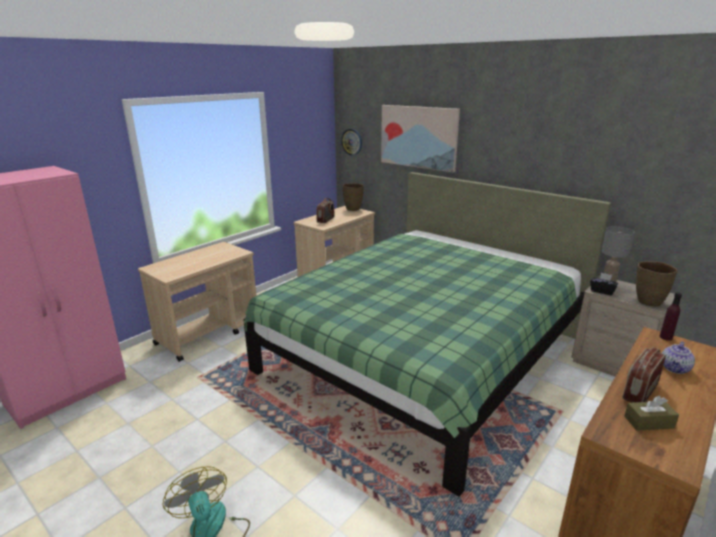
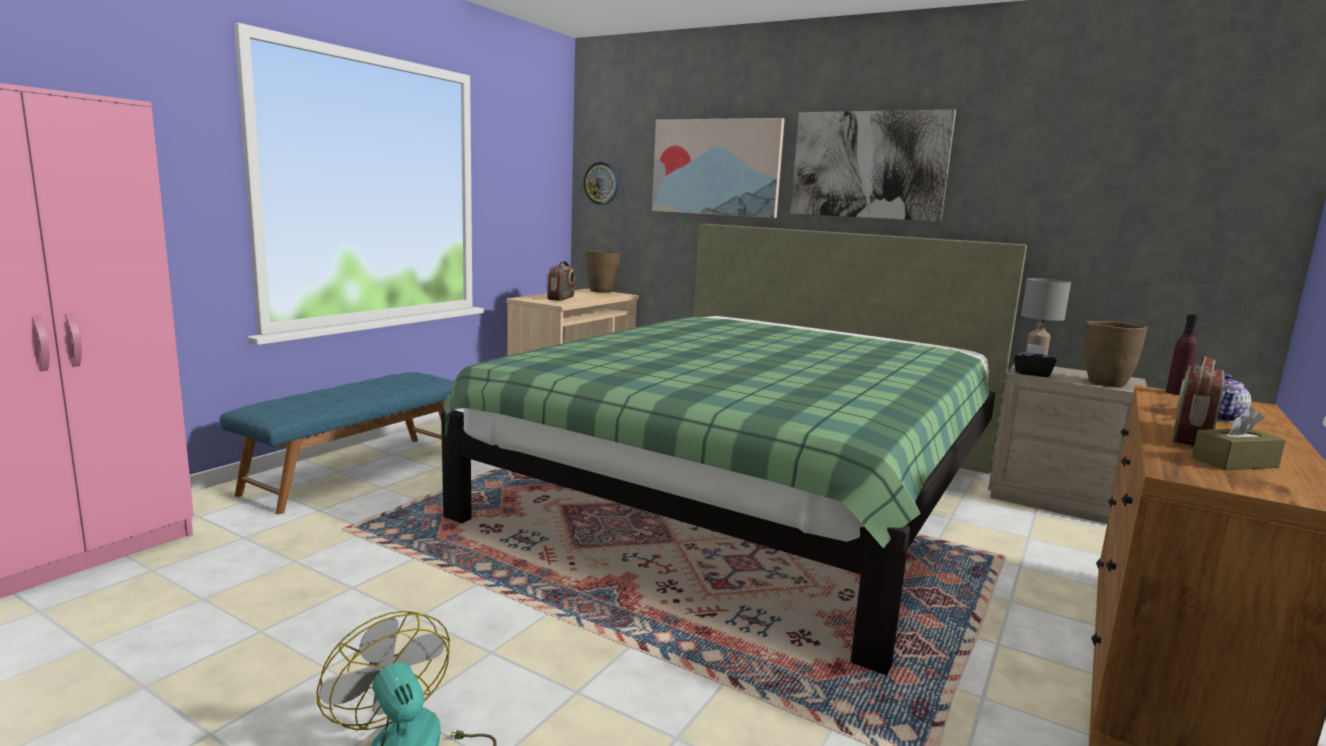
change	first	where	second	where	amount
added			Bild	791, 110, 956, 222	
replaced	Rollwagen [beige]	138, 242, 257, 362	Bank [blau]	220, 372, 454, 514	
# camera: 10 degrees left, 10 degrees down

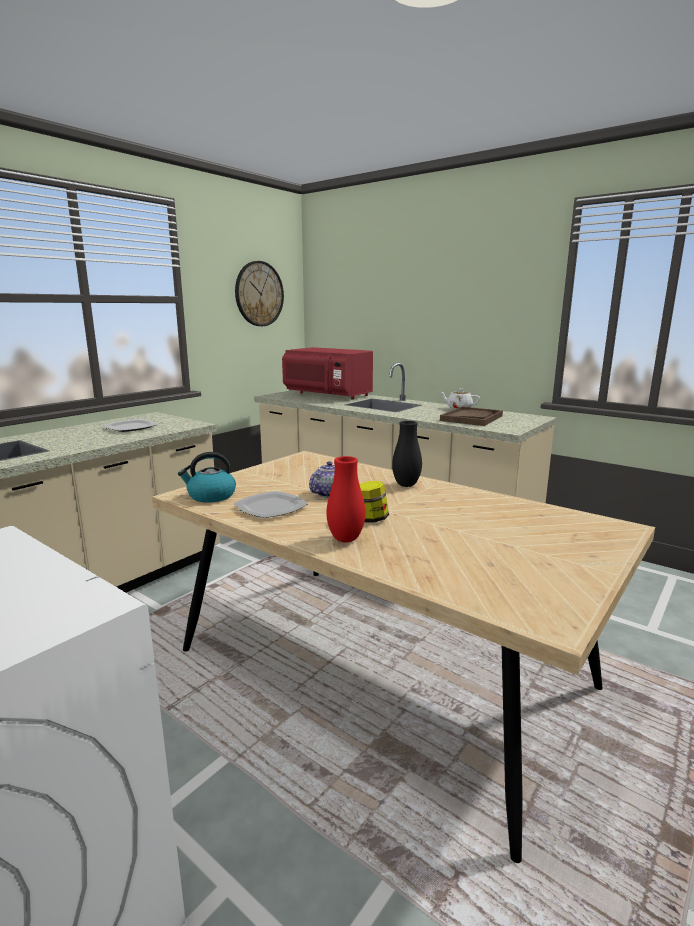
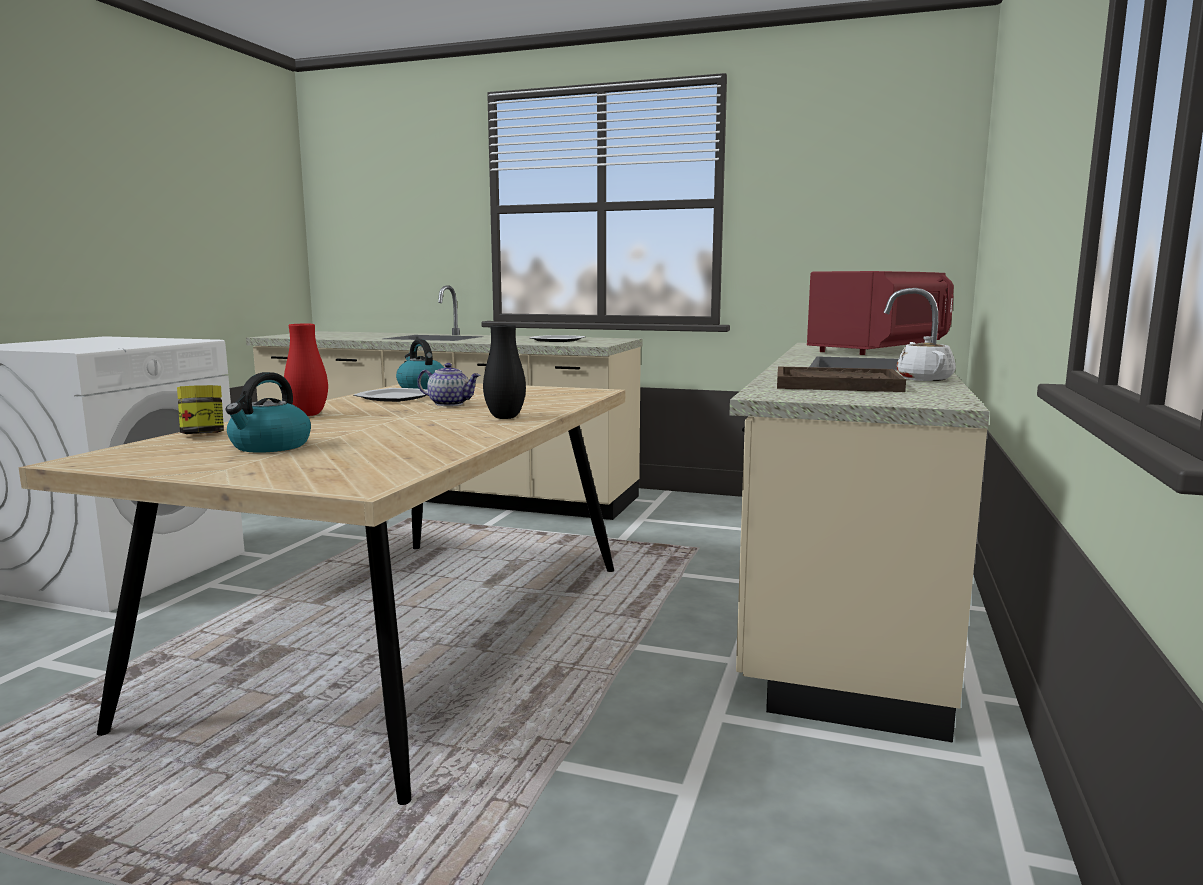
change	first	where	second	where	amount
removed	Wanduhr	235, 261, 284, 326			
added			Wasserkessel	226, 372, 311, 453	
moved	Vorratsglas	359, 481, 389, 523		177, 385, 224, 434	
turned	Mikrowelle [rot]	282, 347, 373, 399		807, 271, 954, 355	150 degrees counterclockwise
# camera: 70 degrees right, 5 degrees down

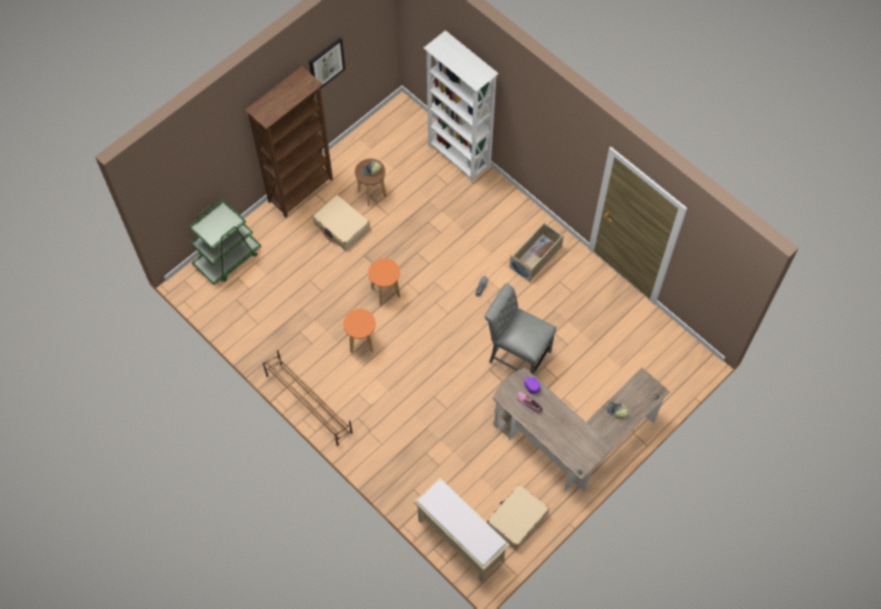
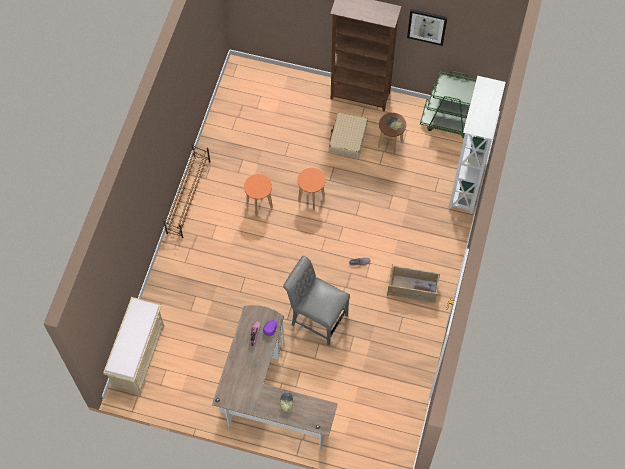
change	first	where	second	where	amount
removed	Koffer [beige]	487, 485, 549, 550			
moved	Rollwagen [grün]	189, 199, 261, 285		420, 71, 476, 139	
turned	Stuhl [grau]	485, 283, 556, 375		283, 256, 350, 346	60 degrees counterclockwise
# camera: 60 degrees right, 0 degrees up

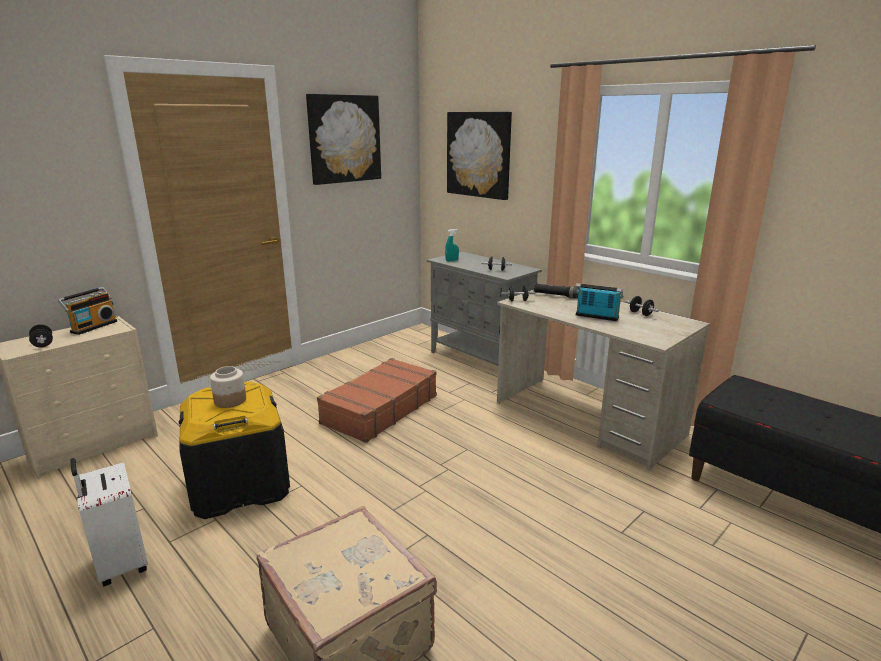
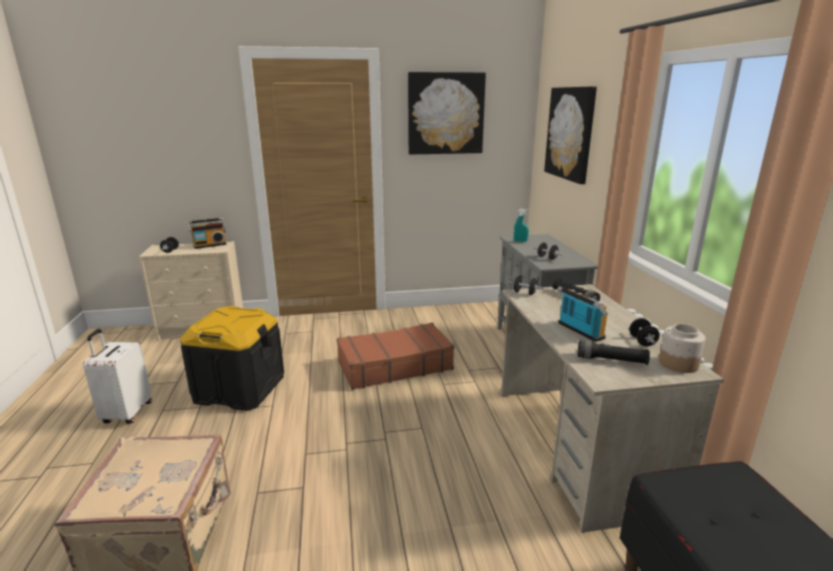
change	first	where	second	where	amount
added			Taschenlampe [schwarz]	577, 340, 650, 365	
moved	Vorratsglas	210, 366, 246, 408		659, 324, 706, 373	
# camera: 35 degrees right, 0 degrees up

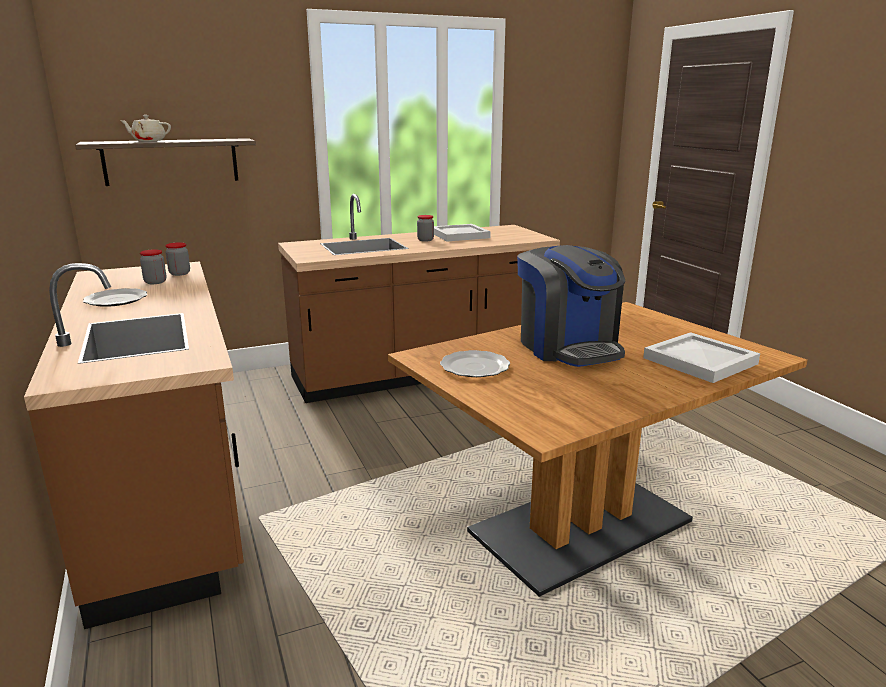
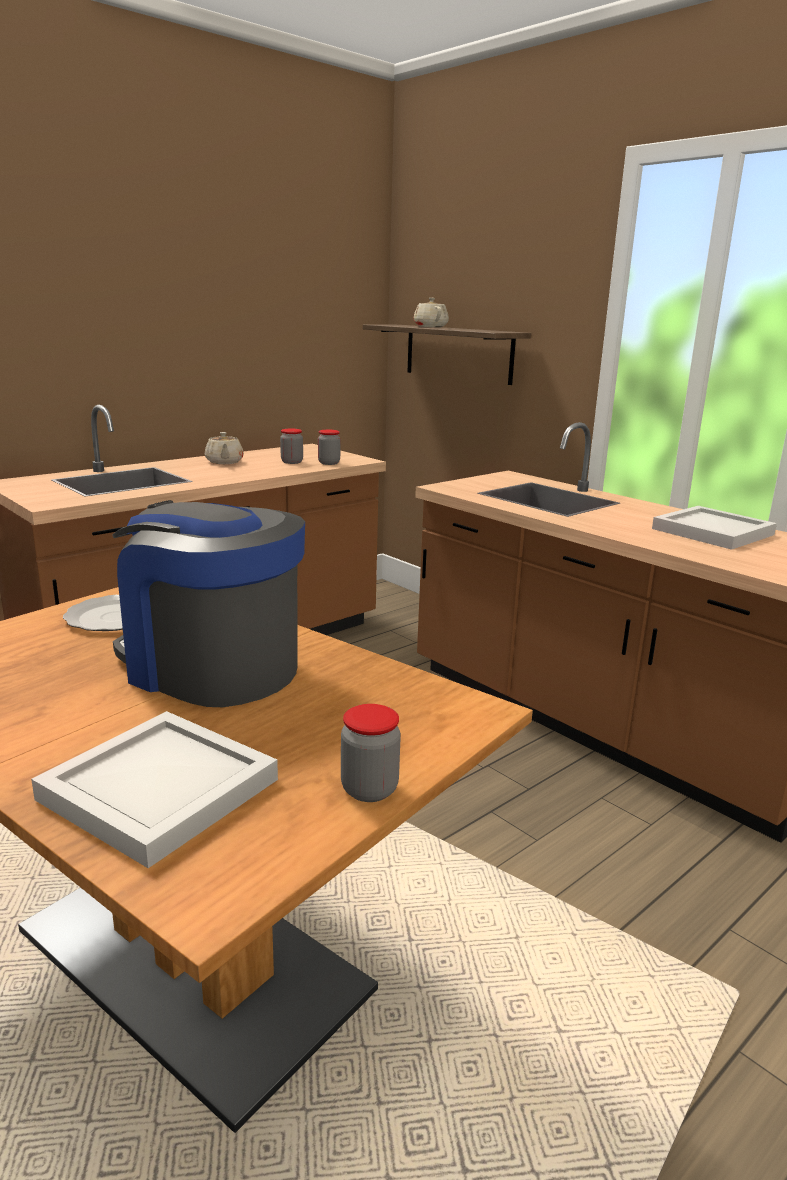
change	first	where	second	where	amount
moved	Vorratsglas	417, 215, 434, 242		341, 704, 401, 802	
replaced	Teller	83, 288, 147, 307	Teekanne [beige]	205, 432, 244, 464	
turned	Kaffeemaschine	517, 245, 626, 367		112, 500, 305, 707	75 degrees clockwise
# camera: 70 degrees right, 0 degrees up

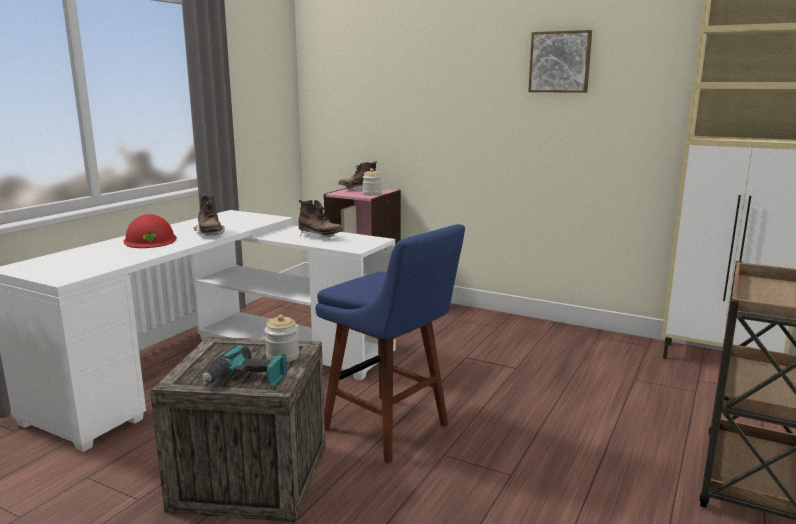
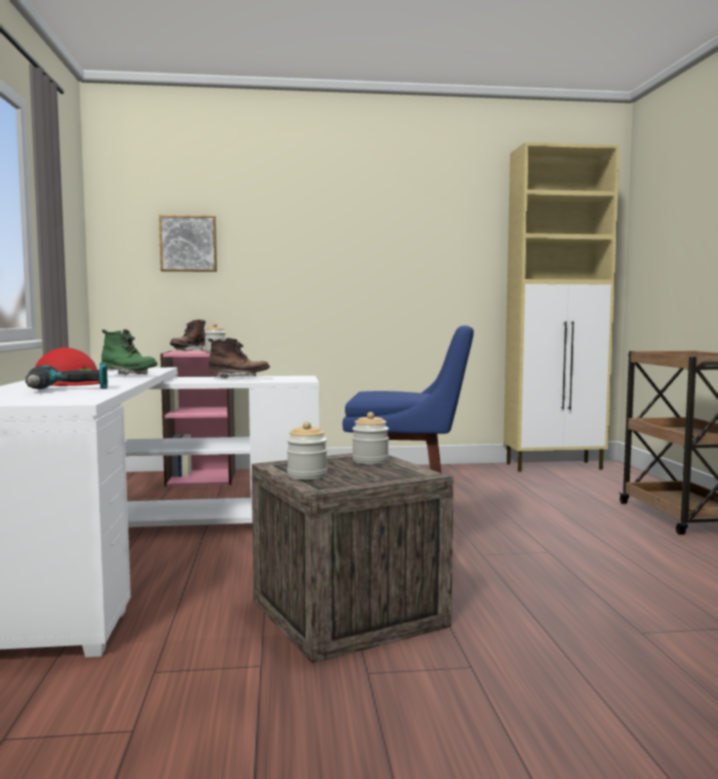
change	first	where	second	where	amount
added			Vorratsglas	287, 421, 327, 480	
moved	Bohrmaschine	201, 345, 287, 386		25, 362, 108, 389	
moved	Bild	528, 30, 592, 93		159, 215, 217, 272	
recoloured	Stiefel [braun]	194, 194, 225, 235	Stiefel [grün]	101, 329, 158, 375	
# camera: 35 degrees left, 10 degrees down

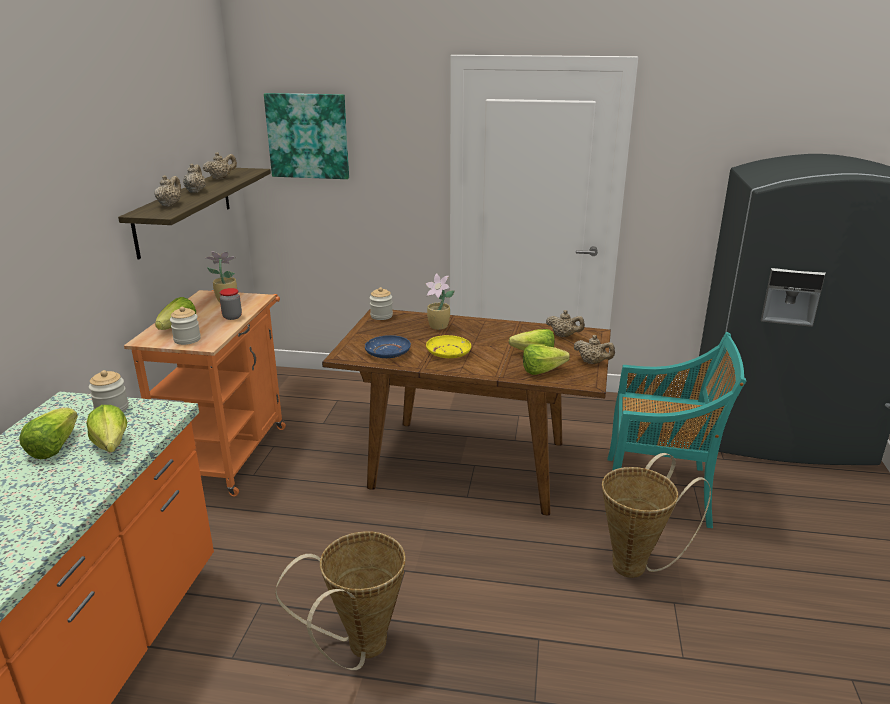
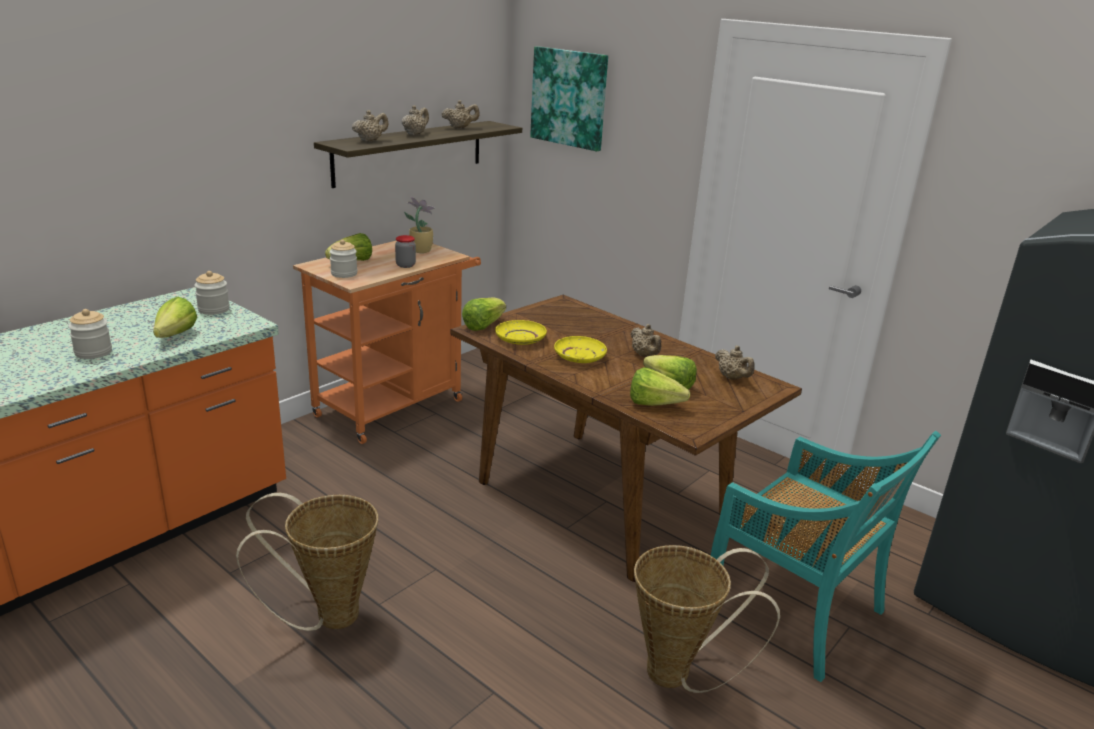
change	first	where	second	where	amount
removed	Topfpflanze	426, 274, 455, 330			
moved	Salatkopf	19, 408, 78, 459		462, 298, 506, 331	
moved	Vorratsglas	370, 287, 393, 320		68, 309, 112, 359	
moved	Teekanne [beige]	574, 335, 615, 364		631, 324, 661, 357	
recoloured	Teller [blau]	365, 335, 411, 358	Teller [gelb]	495, 320, 547, 345	
# camera: 30 degrees right, 0 degrees up

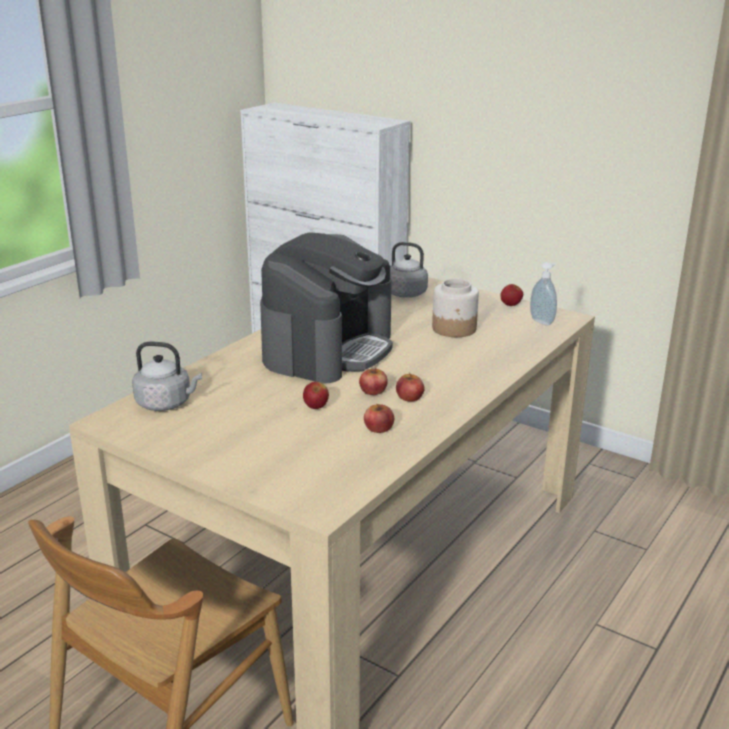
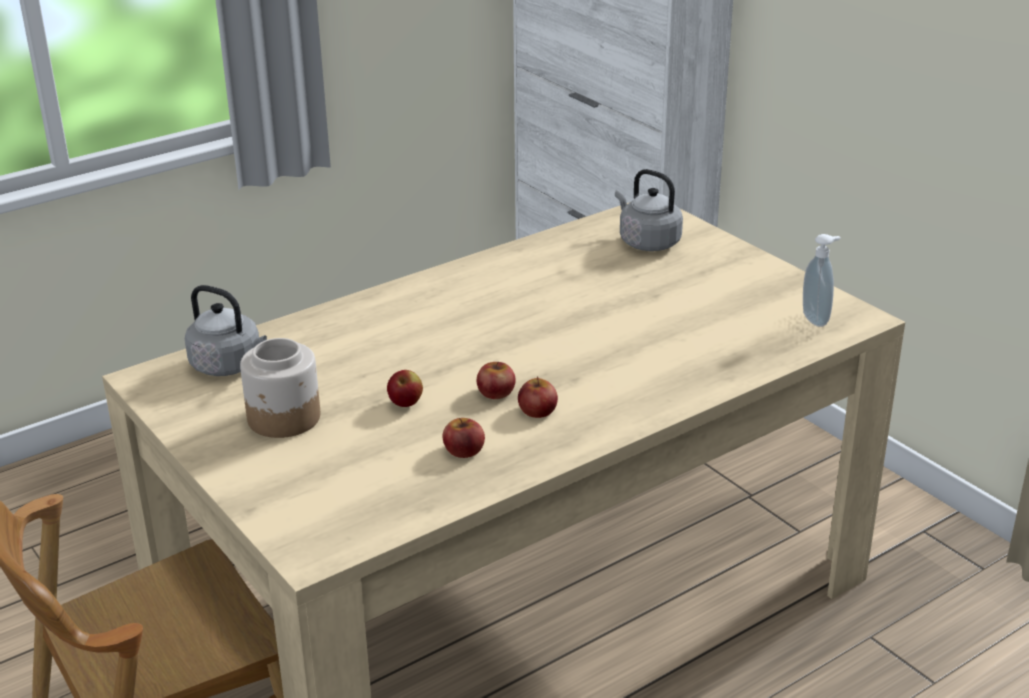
change	first	where	second	where	amount
removed	Kaffeemaschine	260, 232, 393, 384			
removed	Apfel	500, 284, 523, 306			
moved	Vorratsglas	432, 279, 479, 337		240, 338, 320, 438	
# camera: 20 degrees right, 5 degrees up

